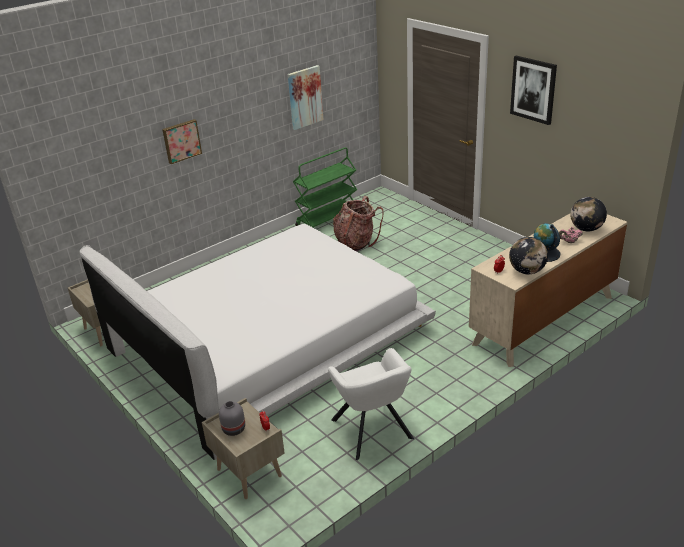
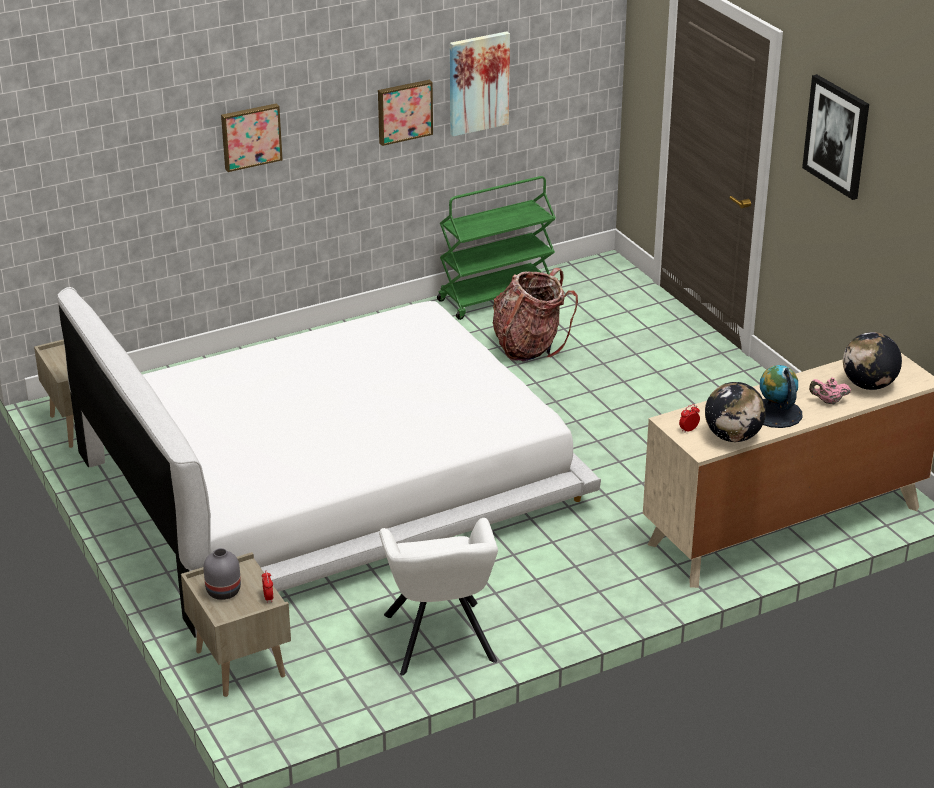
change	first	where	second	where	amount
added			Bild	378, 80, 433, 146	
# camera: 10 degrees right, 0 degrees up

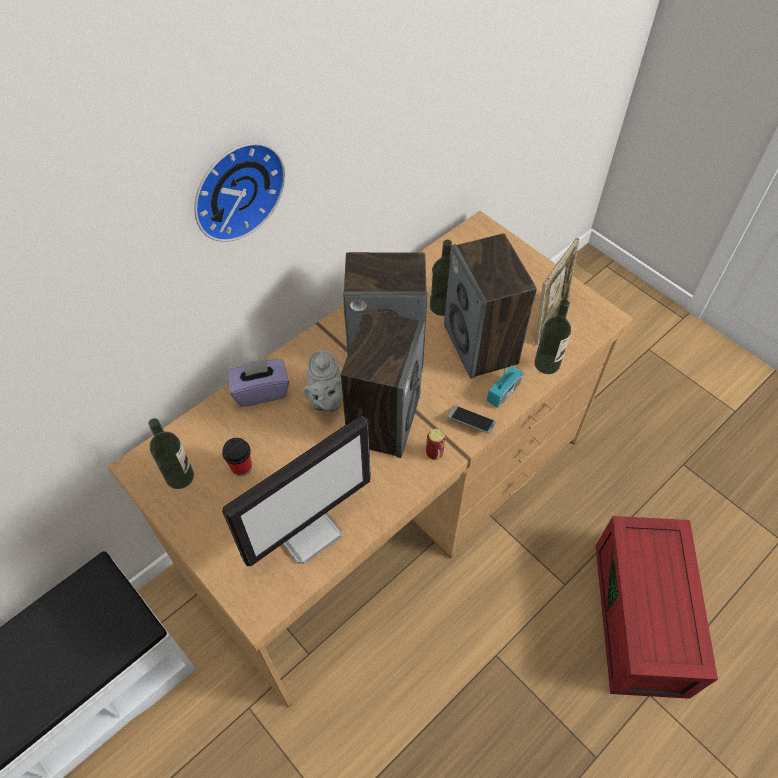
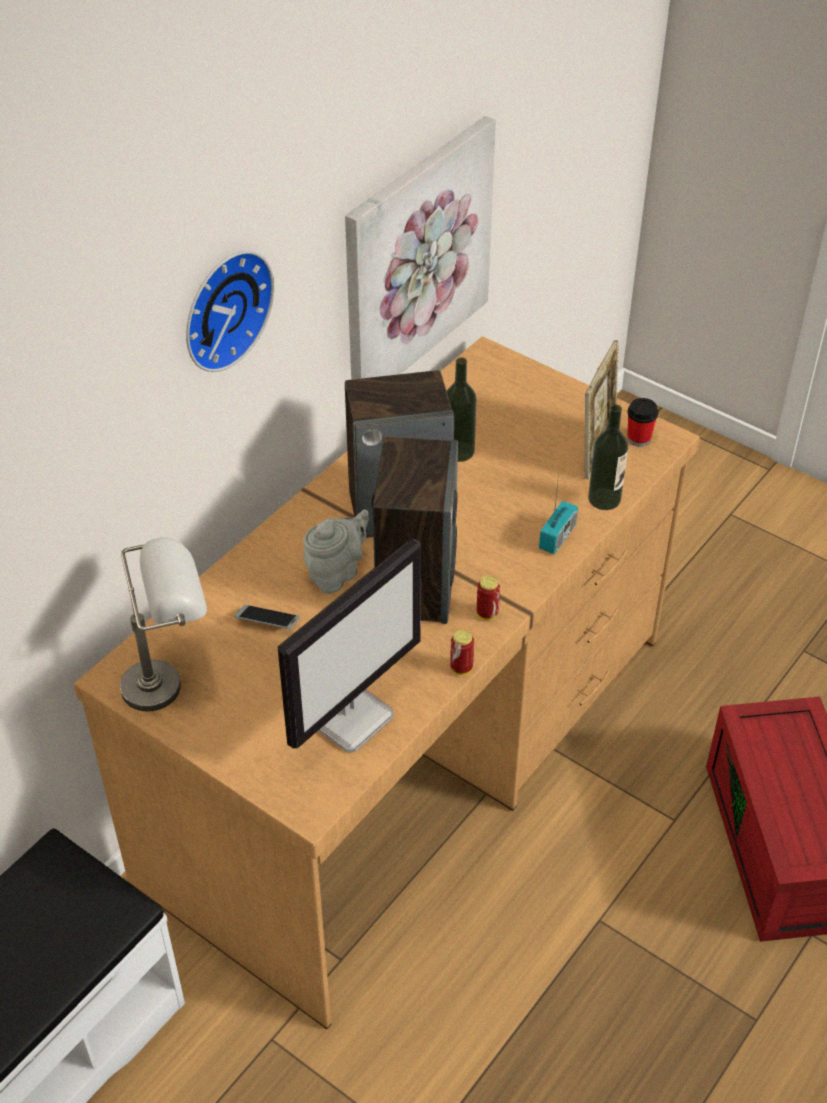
change	first	where	second	where	amount
removed	Taschentuchbox [lila]	227, 359, 289, 407			
removed	Lautsprecher	444, 234, 537, 379			
added			Bild	345, 116, 496, 380	
added			Dose	450, 630, 474, 675	
moved	Tasse	222, 438, 252, 476		628, 398, 658, 447	
moved	Handy	447, 406, 497, 434		234, 605, 300, 629	
replaced	Flasche	148, 418, 194, 489	Tischlampe [grau]	120, 538, 207, 711	
turned	Teekanne [grau]	303, 350, 342, 412		303, 510, 369, 594	120 degrees counterclockwise
# camera: 10 degrees left, 10 degrees down

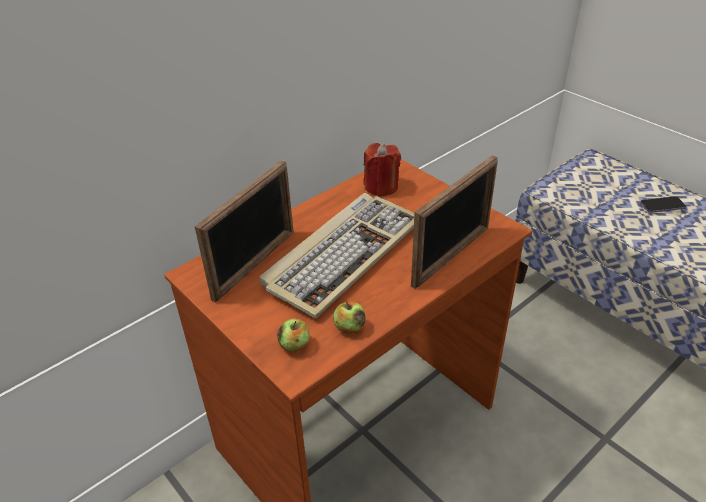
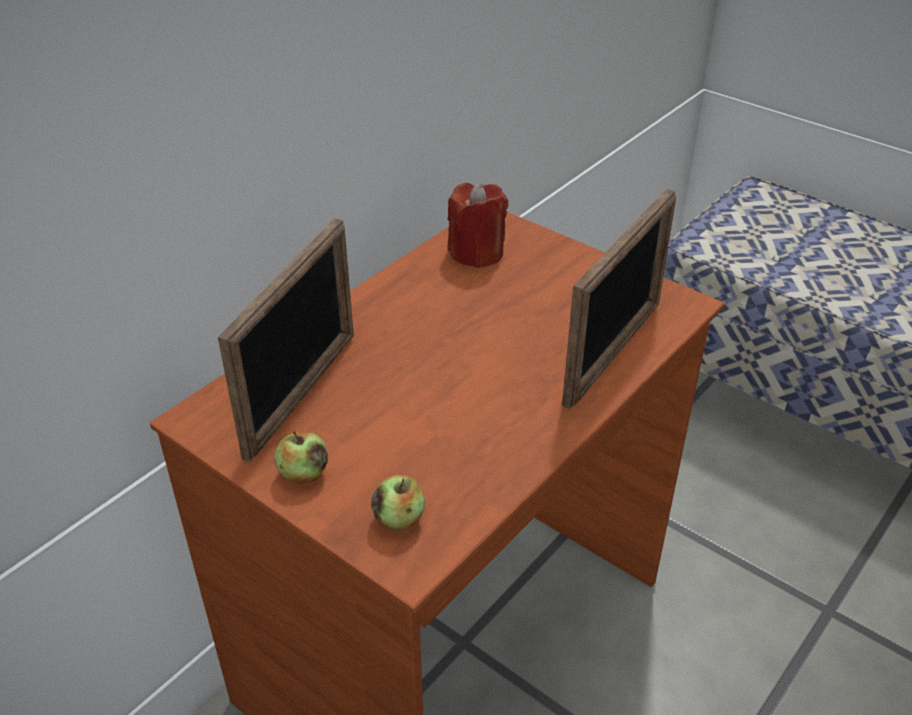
change	first	where	second	where	amount
removed	Tastatur	259, 193, 414, 319			
removed	Handy	640, 196, 686, 213			
moved	Apfel	333, 301, 366, 334		275, 430, 328, 484	
# camera: 10 degrees left, 0 degrees up

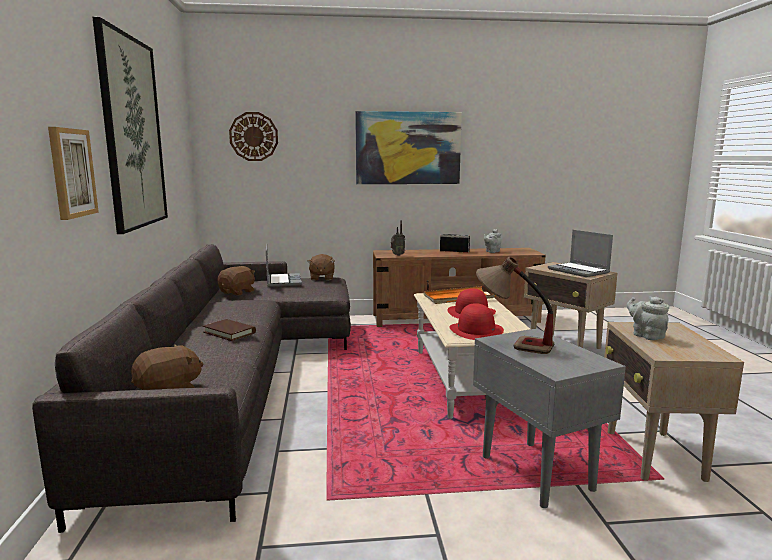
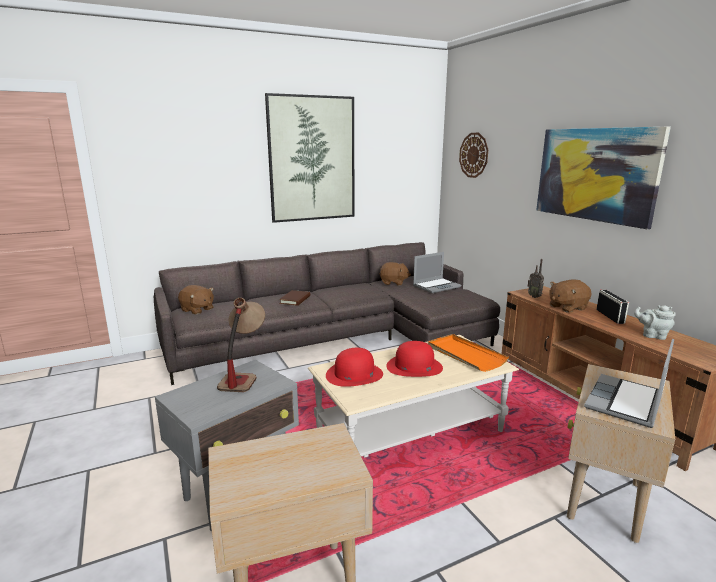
change	first	where	second	where	amount
removed	Bild	48, 127, 99, 220			
removed	Teekanne [grau]	627, 296, 669, 340			
moved	Plüschtier [braun]	307, 254, 335, 280		549, 280, 591, 312	
# camera: 70 degrees right, 5 degrees up

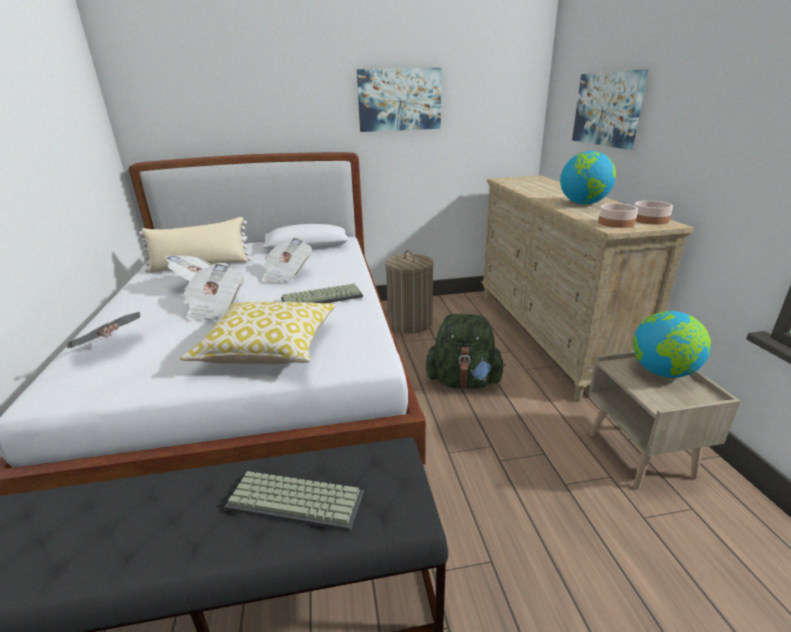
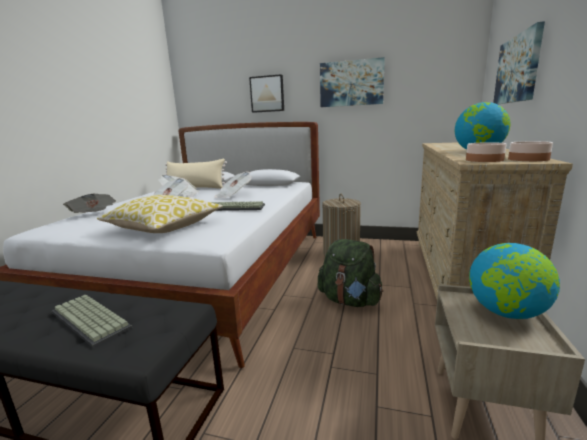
change	first	where	second	where	amount
added			Bild	249, 74, 284, 113	
# camera: 25 degrees right, 10 degrees down

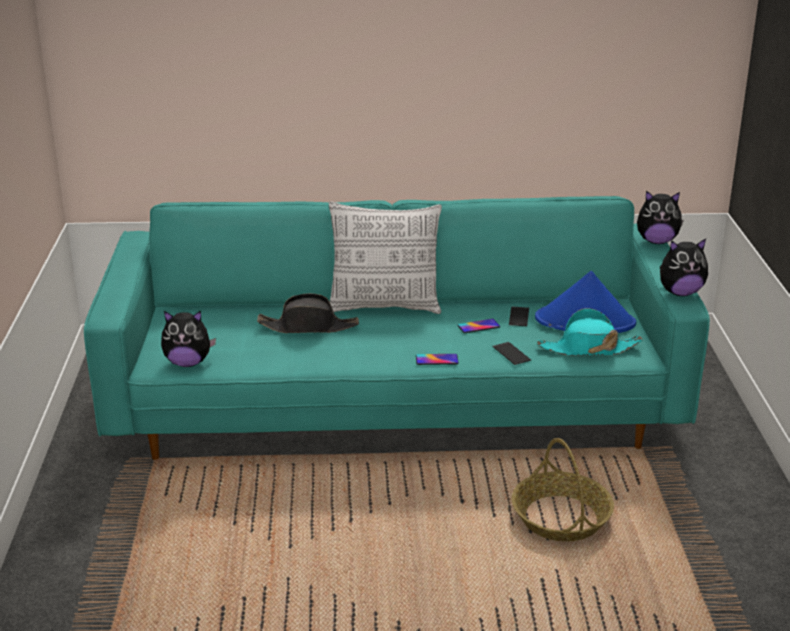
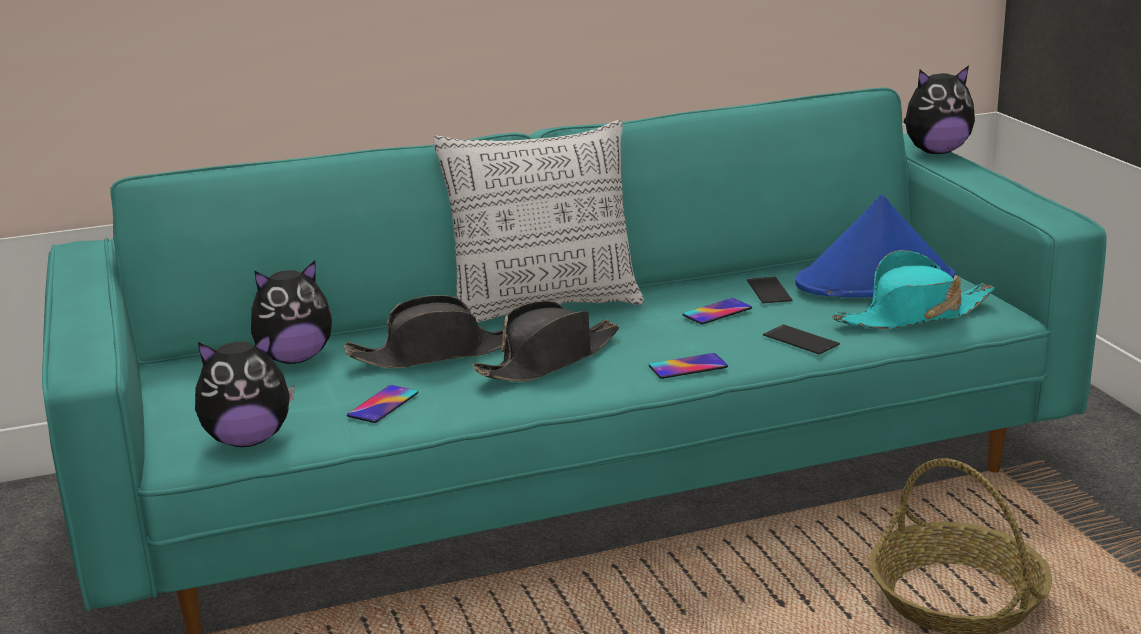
change	first	where	second	where	amount
added			Handy	347, 385, 418, 423	
added			Hut [schwarz]	473, 301, 619, 382	
moved	Plüschtier	660, 239, 708, 296		251, 261, 332, 364	
# camera: 15 degrees left, 5 degrees down

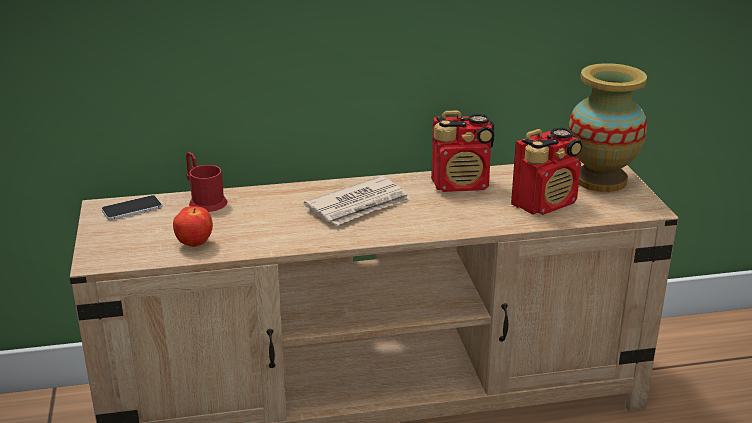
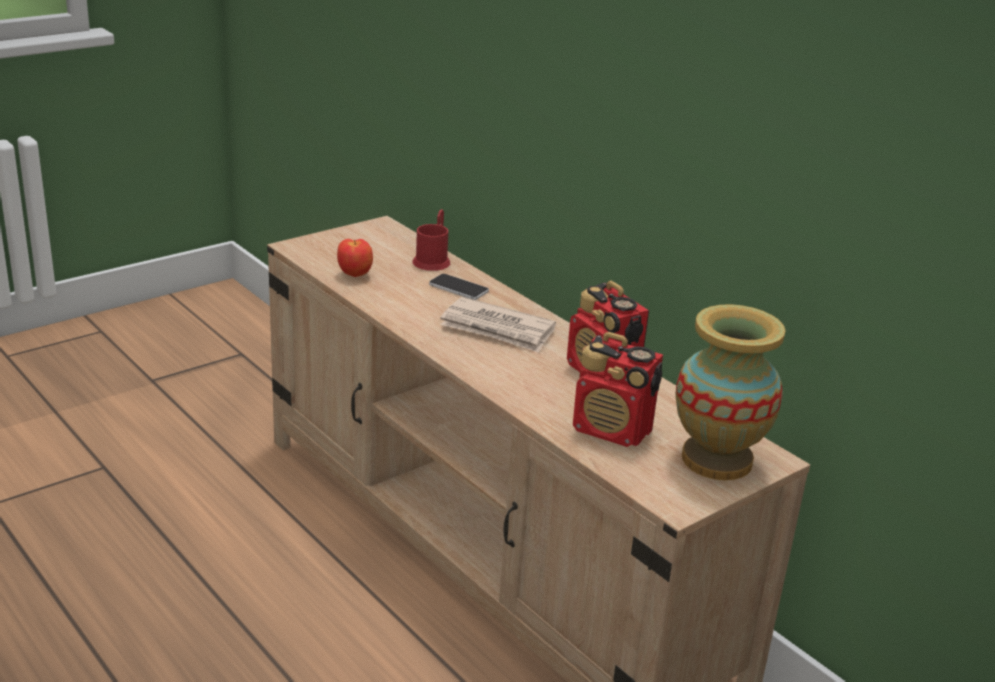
change	first	where	second	where	amount
moved	Handy	102, 195, 162, 220		429, 274, 489, 300	
# camera: 60 degrees right, 0 degrees up

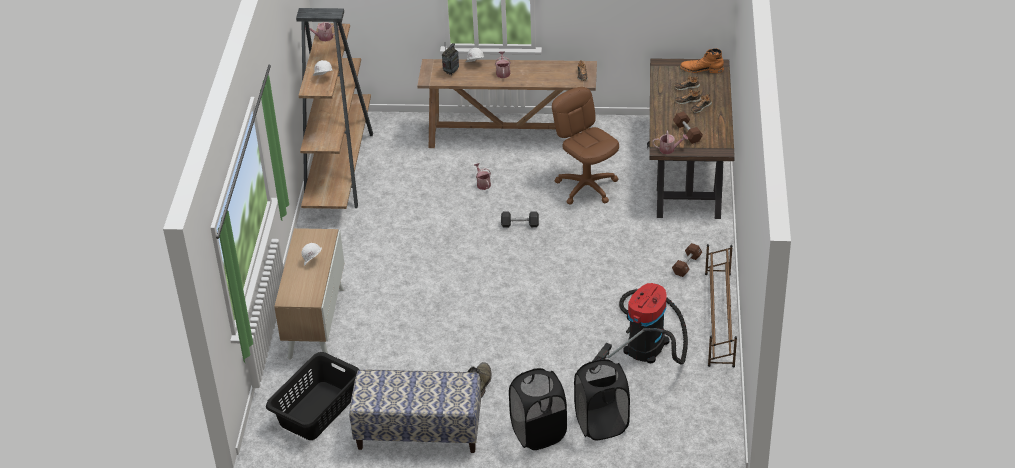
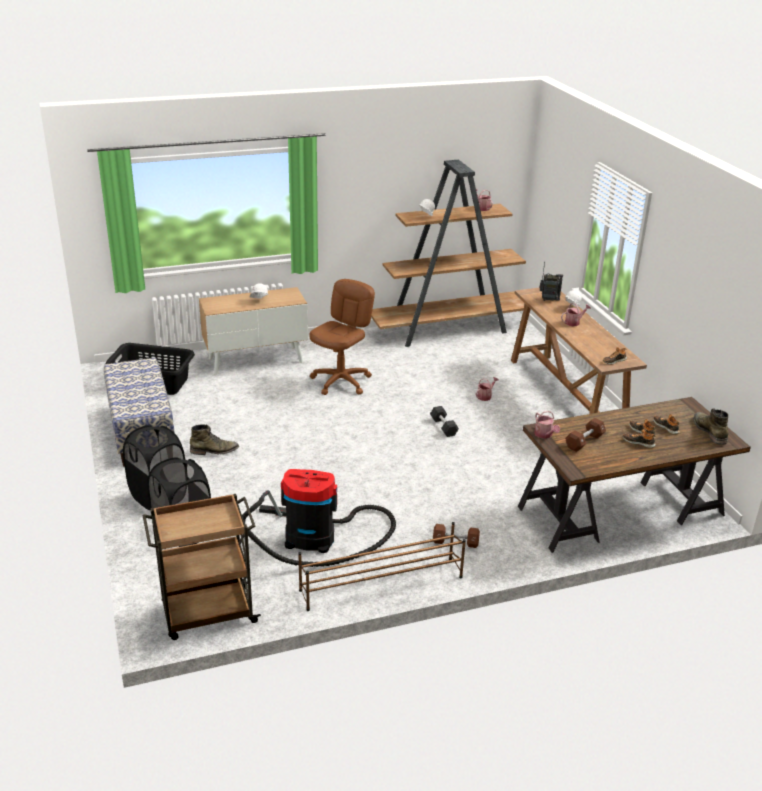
change	first	where	second	where	amount
added			Rollwagen [braun]	143, 494, 261, 640	
moved	Bürostuhl [braun]	552, 87, 619, 204		309, 279, 375, 395	
recoloured	Stiefel [orange]	680, 48, 724, 73	Stiefel [grün]	693, 409, 729, 445	
# camera: 65 degrees right, 10 degrees down

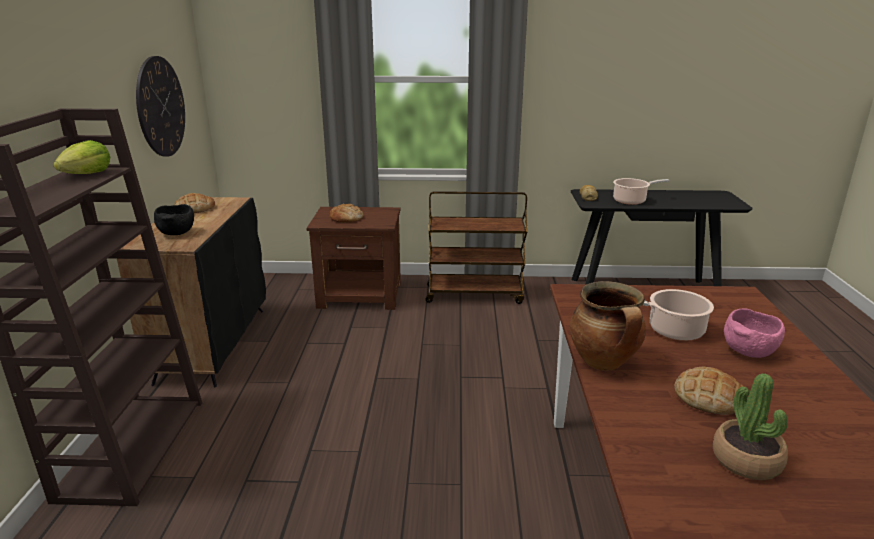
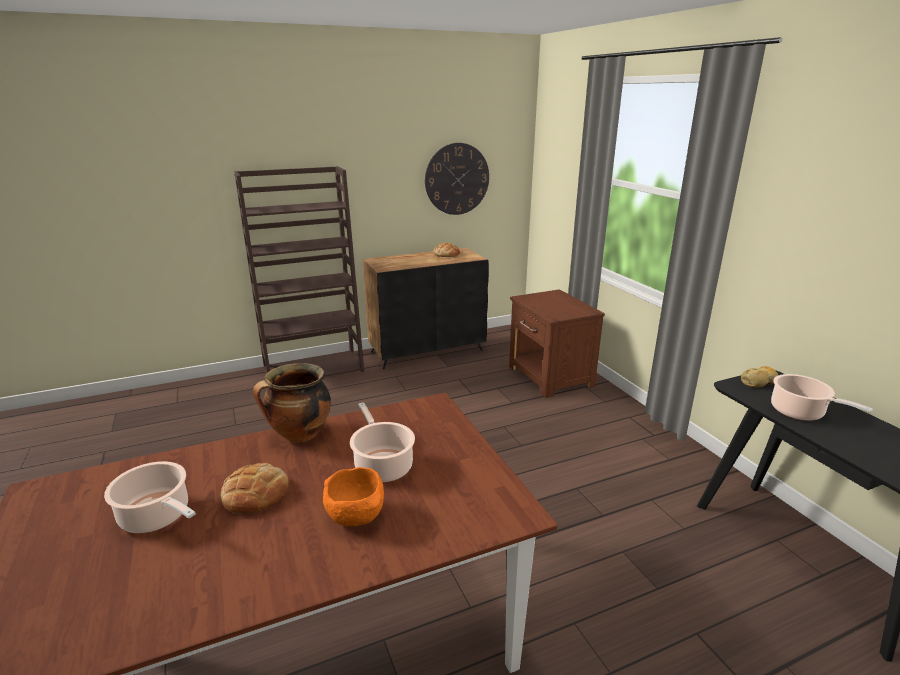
change	first	where	second	where	amount
removed	Salatkopf	53, 140, 110, 174			
removed	Schüssel [schwarz]	154, 204, 194, 235			
removed	Brot	329, 204, 363, 222			
removed	Rollwagen [braun]	426, 191, 527, 304			
replaced	Topfpflanze	712, 373, 788, 480	Kochtopf	104, 461, 196, 533	
recoloured	Schüssel [rosa]	724, 308, 785, 358	Schüssel [orange]	323, 467, 384, 526	
# camera: 65 degrees right, 0 degrees up

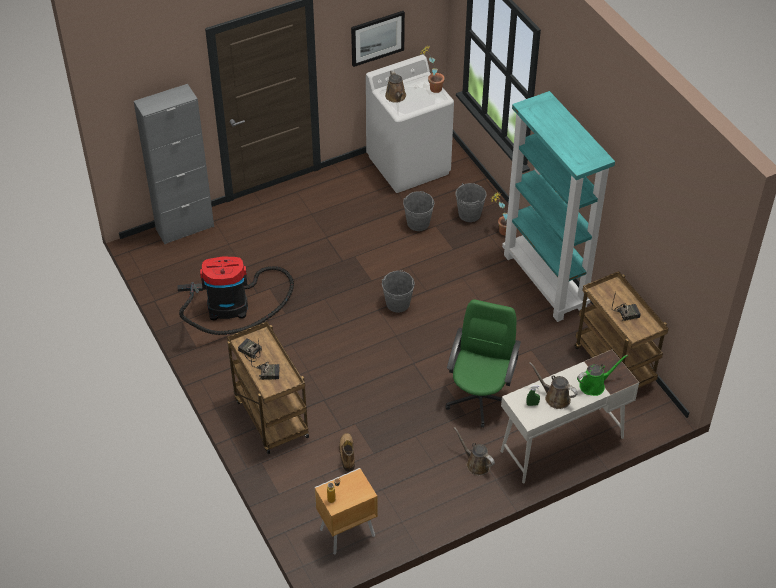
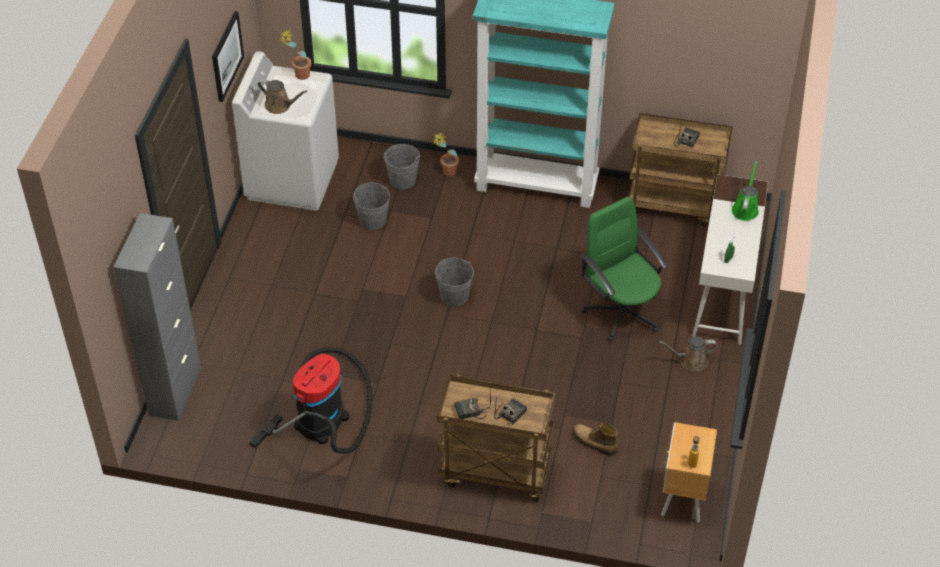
change	first	where	second	where	amount
removed	Gießkanne [braun]	529, 362, 578, 409			
# camera: 50 degrees left, 0 degrees up

